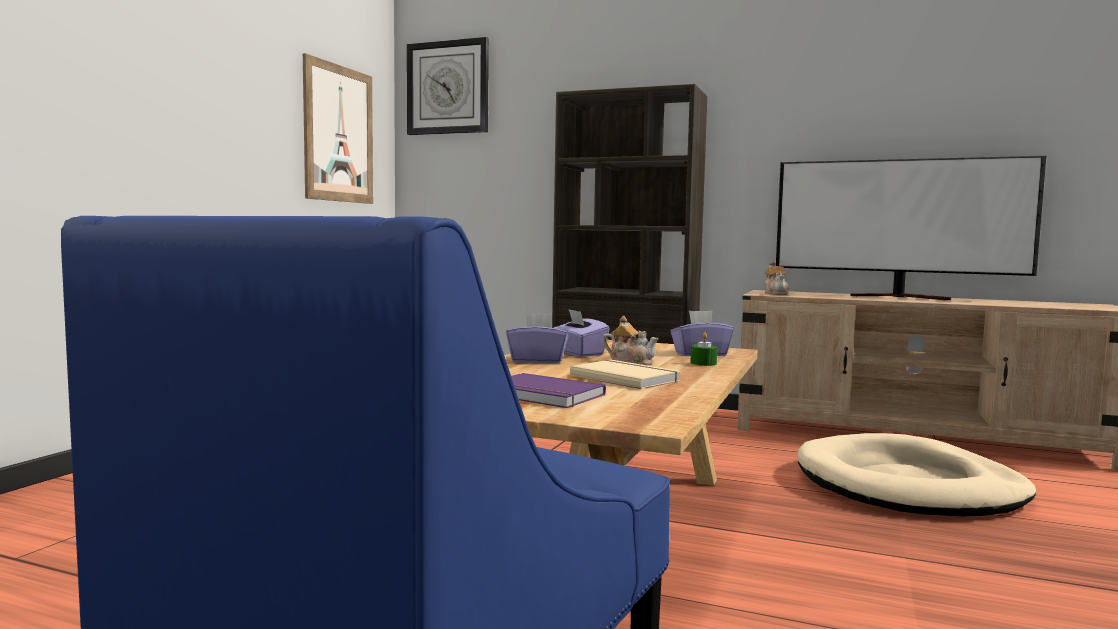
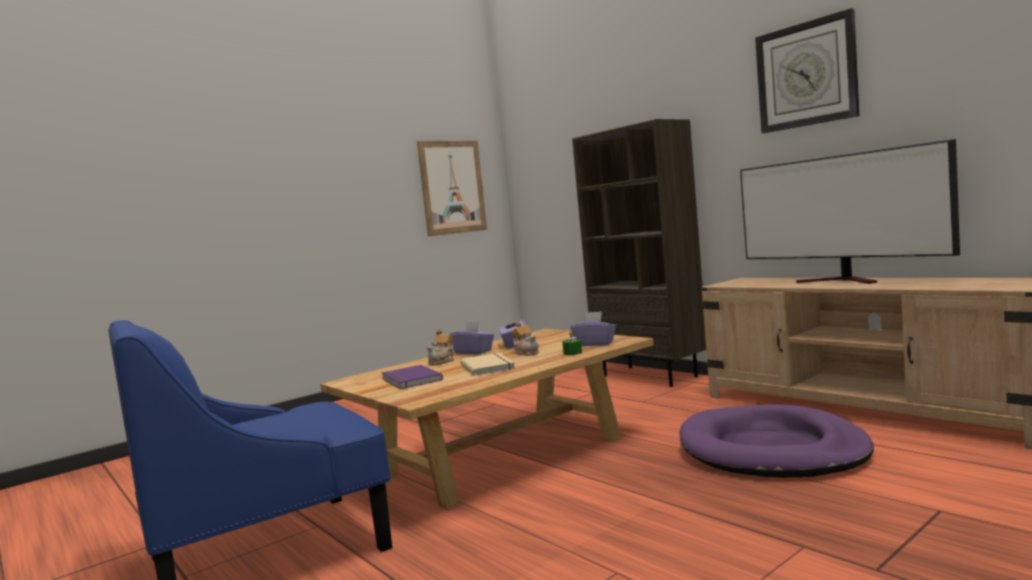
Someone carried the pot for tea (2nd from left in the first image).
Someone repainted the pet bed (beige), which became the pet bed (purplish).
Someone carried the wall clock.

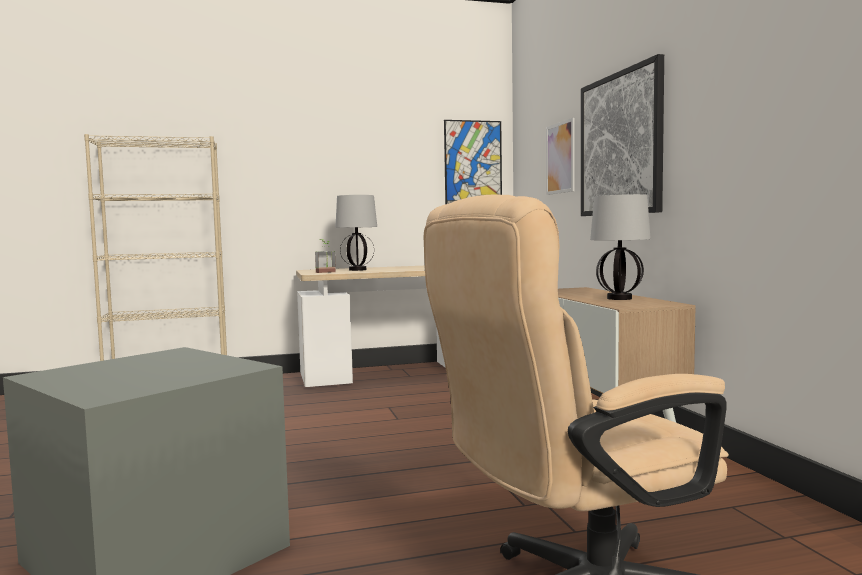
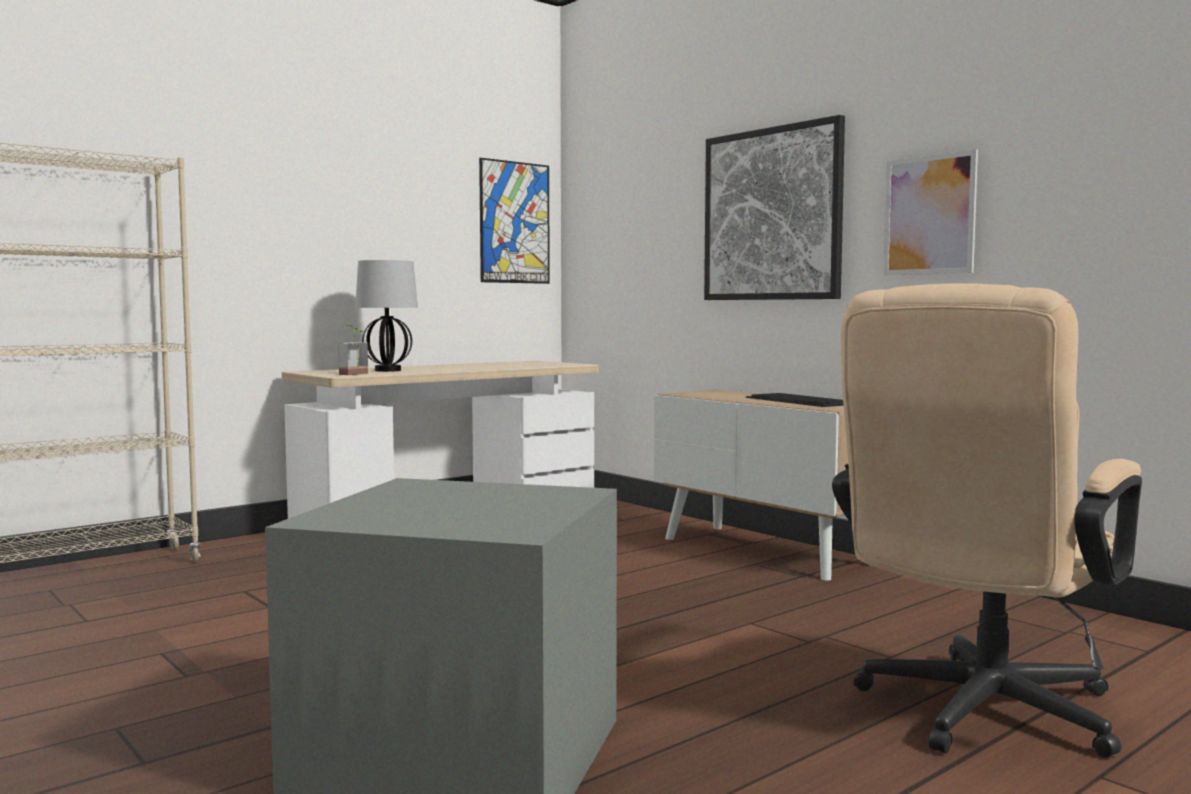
Someone swapped the tabletop lamp (2nd from left) for the PC keyboard.
Someone carried the wall picture (2nd from left in the first image).

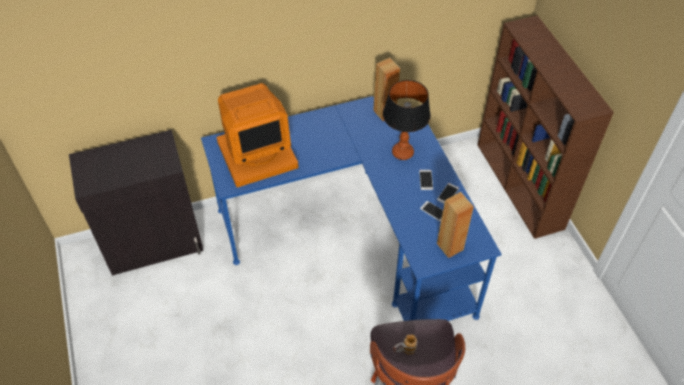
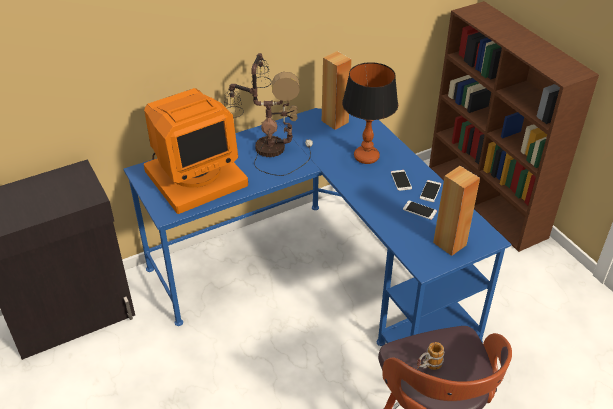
Someone put down the tabletop lamp (1st from left).

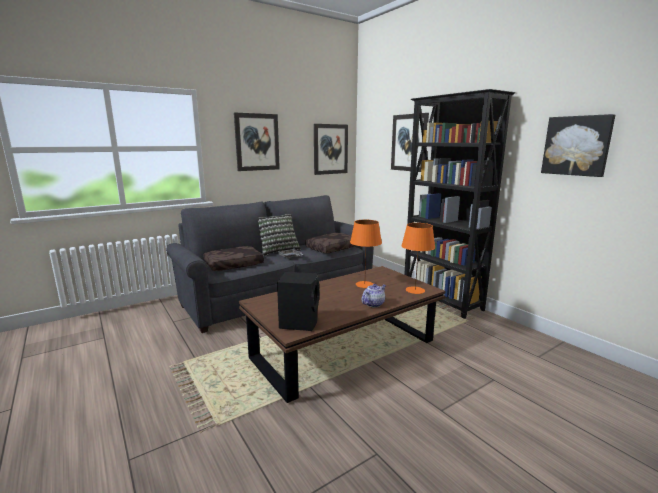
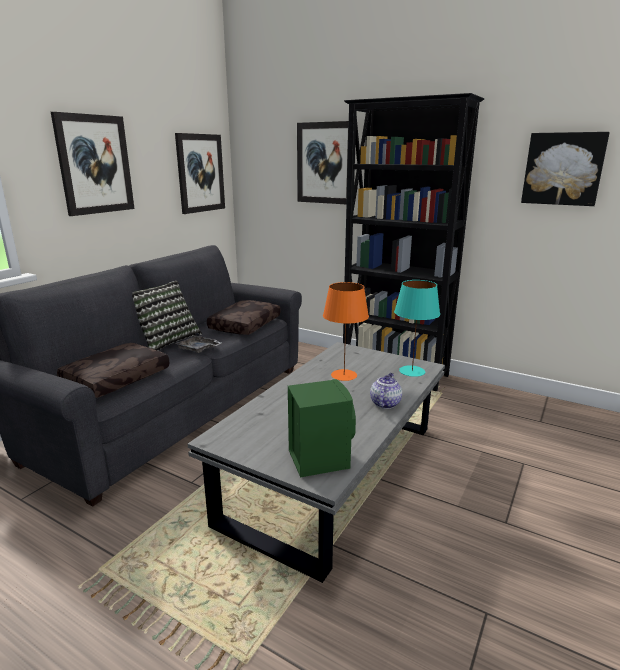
Someone repainted the lounge table (brownish), which became the lounge table (grey).
Someone repainted the loudspeaker (blackish), which became the loudspeaker (green).
Someone repainted the tabletop lamp (orange-coloured) (2nd from left), which became the tabletop lamp (blue-green).

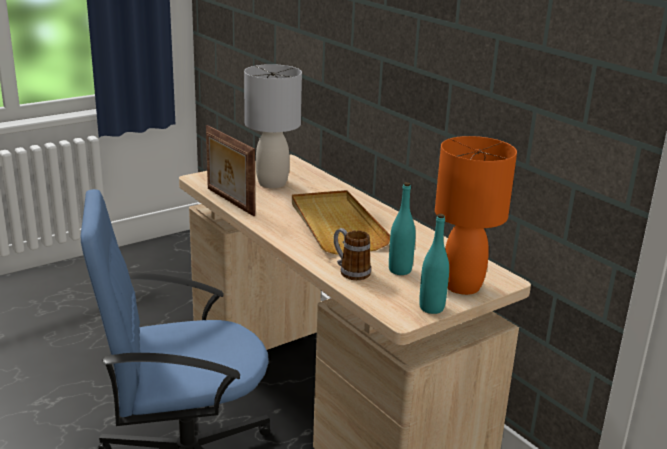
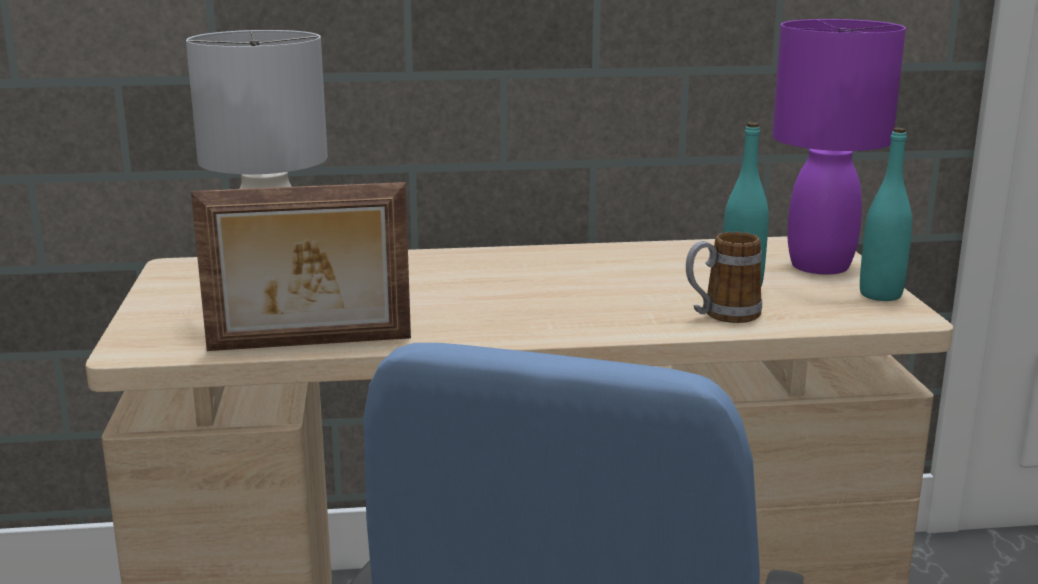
Someone repainted the tabletop lamp (orange-coloured), which became the tabletop lamp (purplish).
Someone took away the tray (beige).

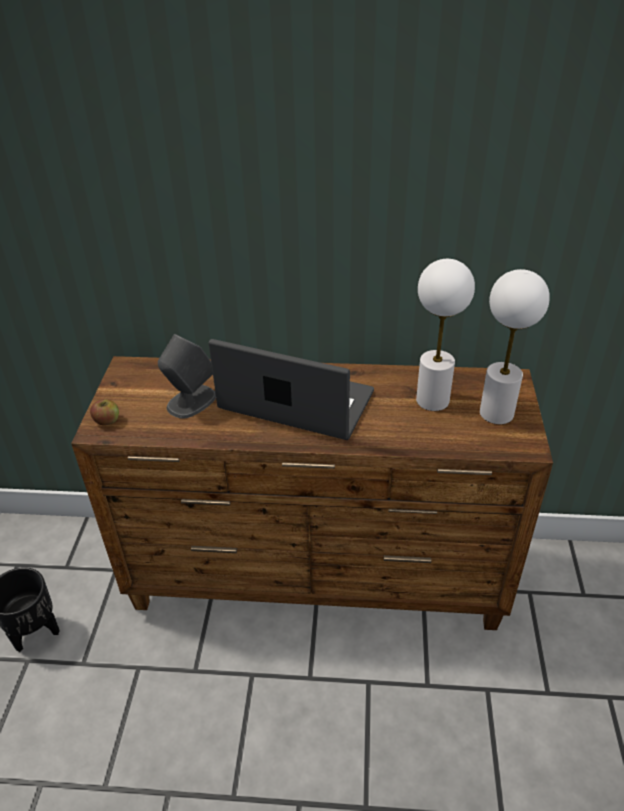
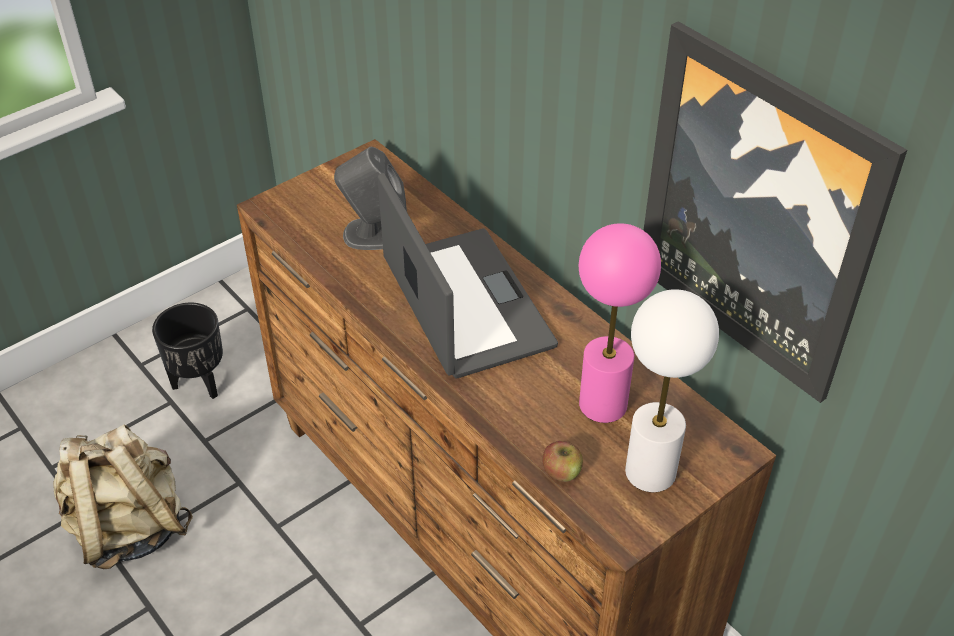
Someone put down the knapsack (beige).
Someone carried the apple.
Someone repainted the tabletop lamp (whitish) (1st from left), which became the tabletop lamp (pink-coloured).
Someone put up the wall picture.

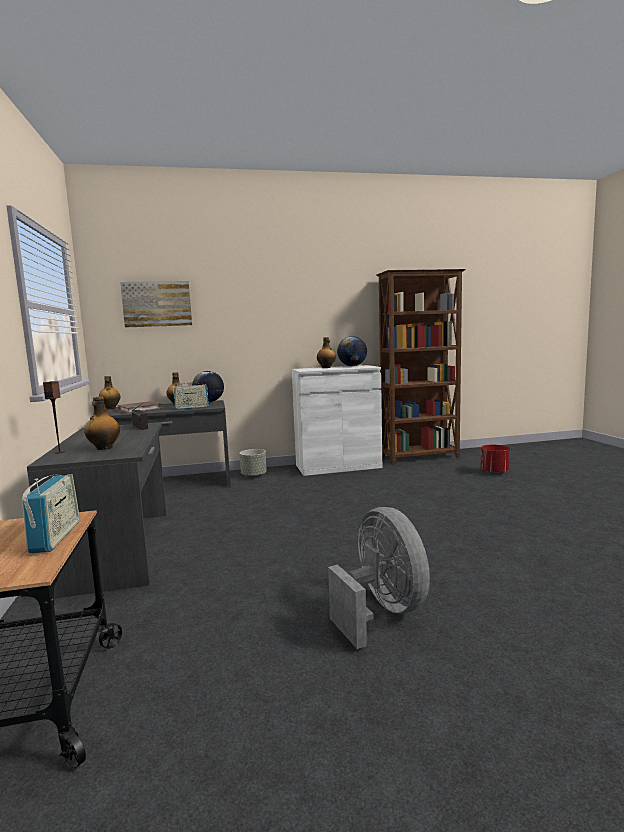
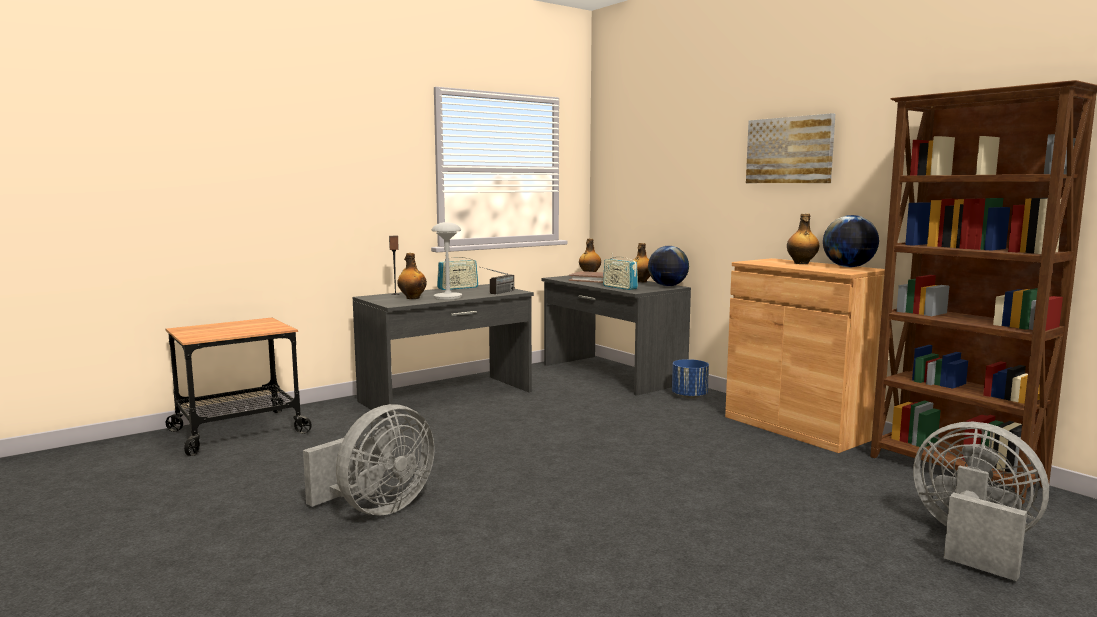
Someone put down the tabletop lamp (grey).
Someone carried the radio set (1st from left).
Someone repainted the flower pot (grey), which became the flower pot (bluish).
Someone repainted the cupboard (whitish), which became the cupboard (brownish).
Someone carried the wall picture.
Someone swapped the flower pot (red) for the cooling fan (grey) (2nd from left).

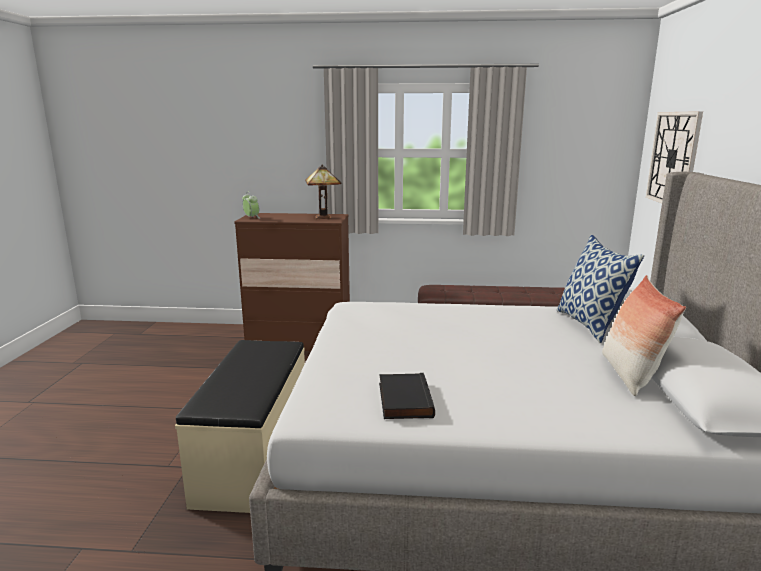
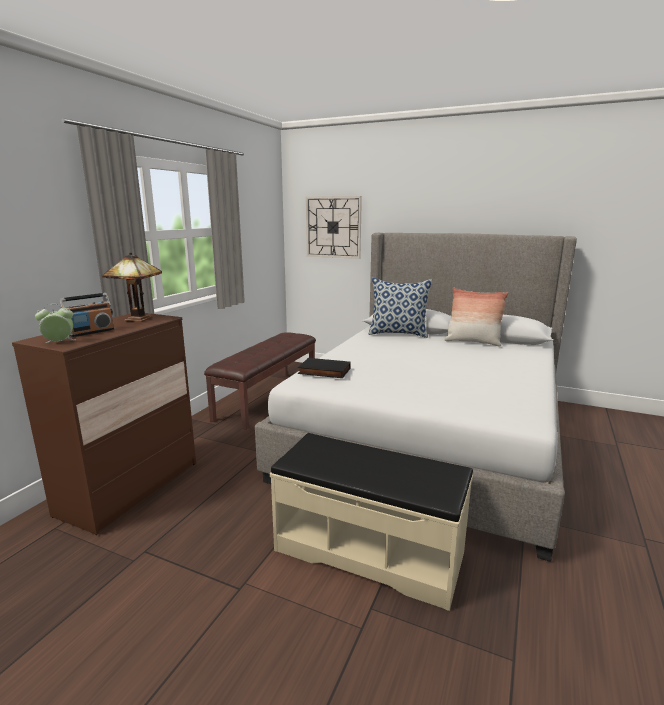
Someone put down the radio set.
Someone carried the volume (blackish).

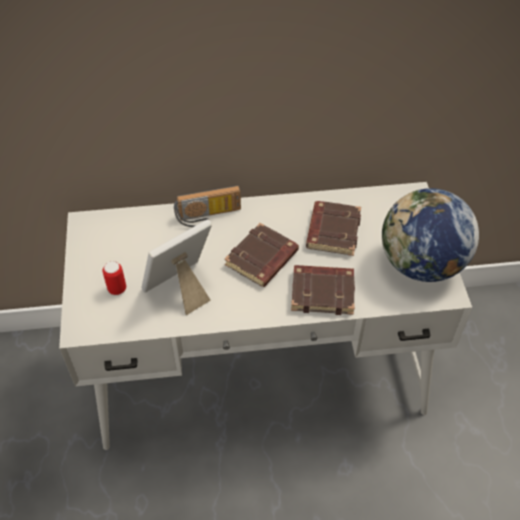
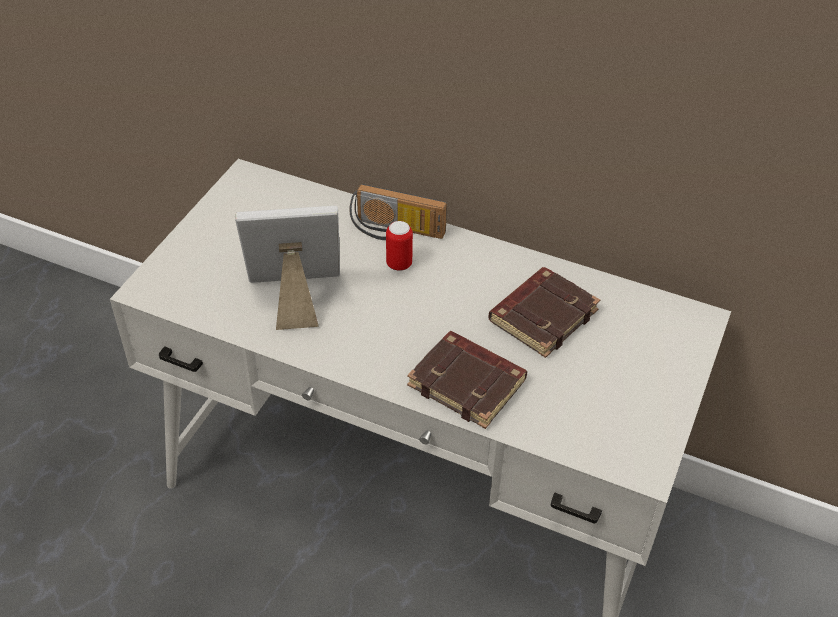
Someone carried the can.
Someone took away the volume (brownish) (1st from left).
Someone took away the world globe.

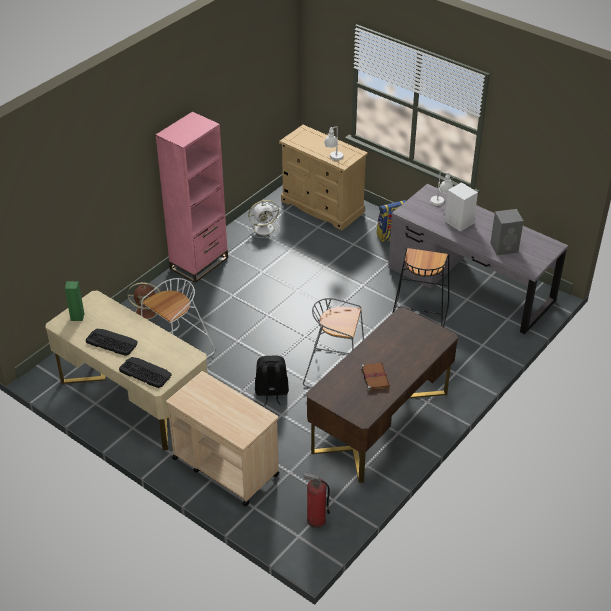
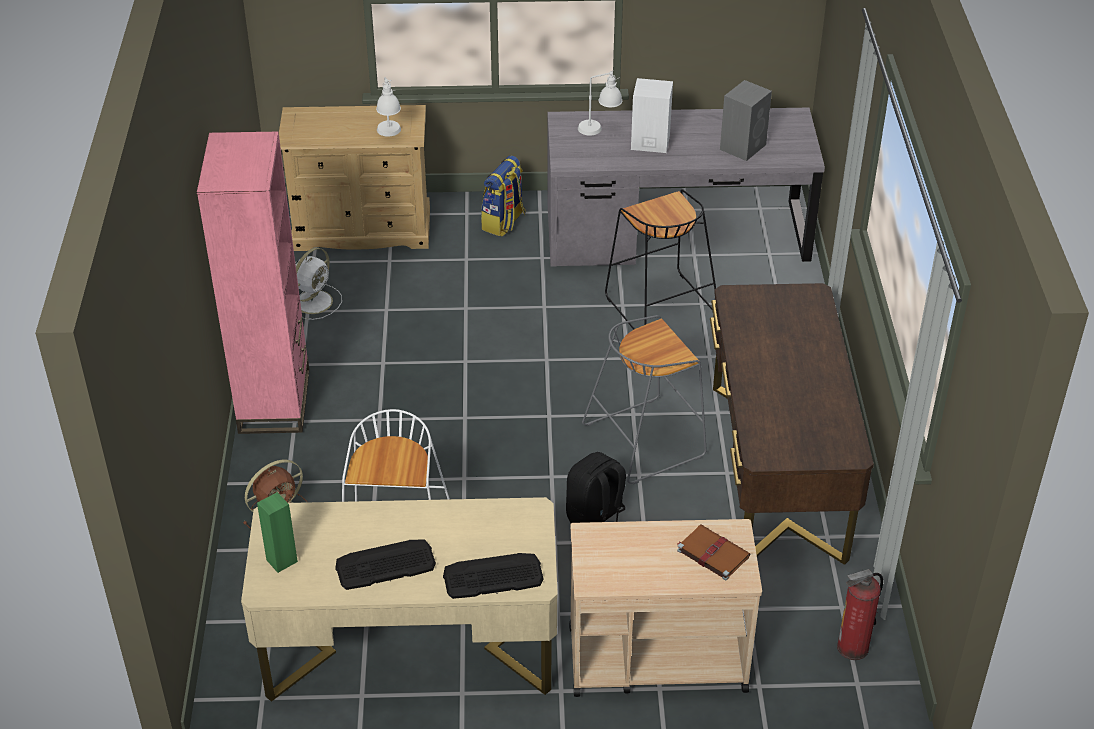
Someone carried the volume (brownish).

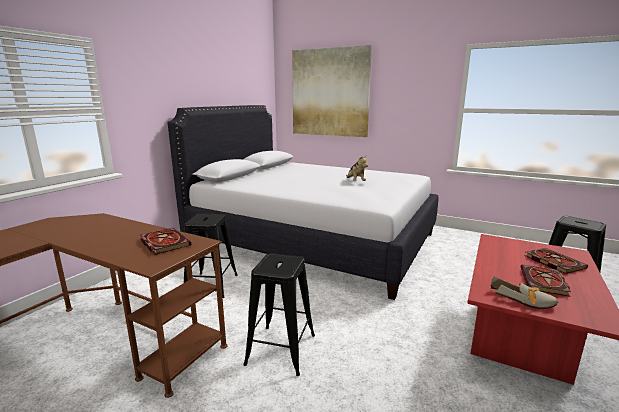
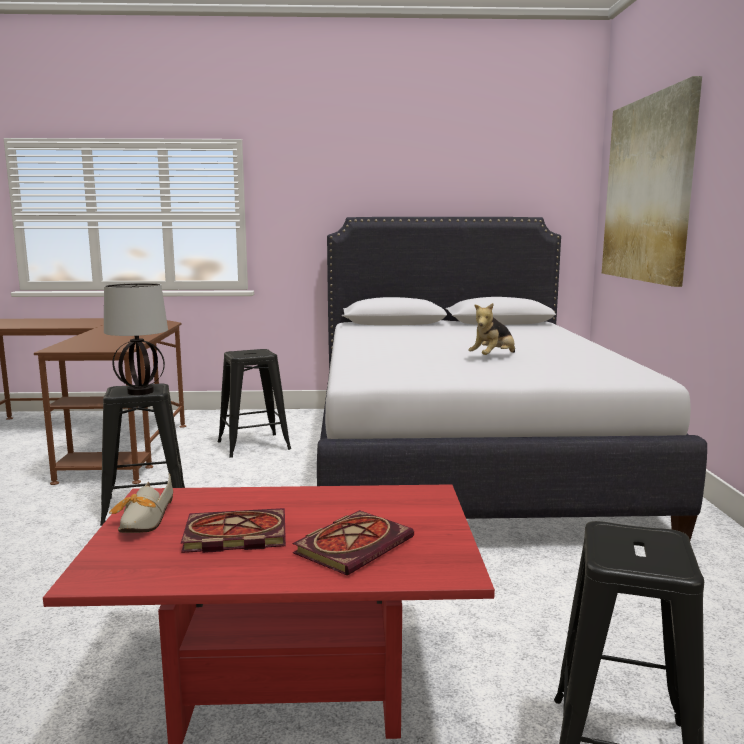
Someone put down the tabletop lamp.
Someone took away the volume (1st from left).

